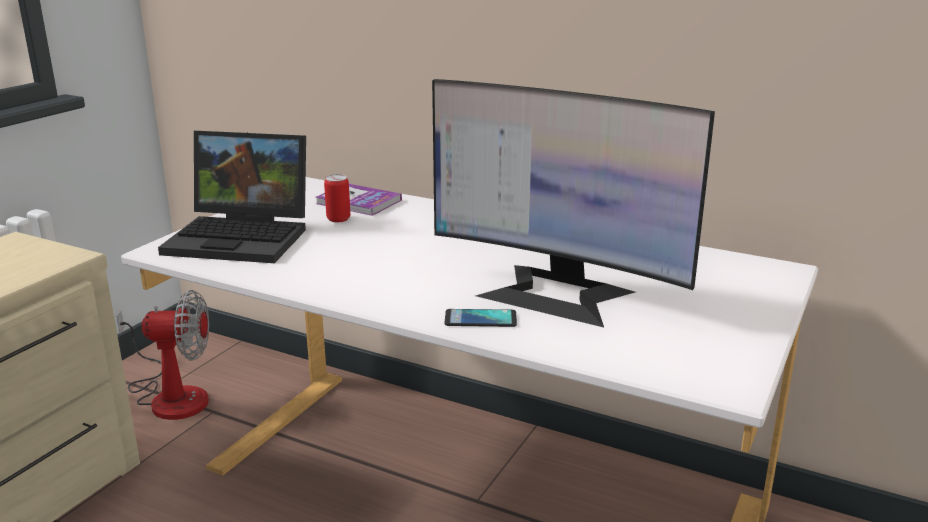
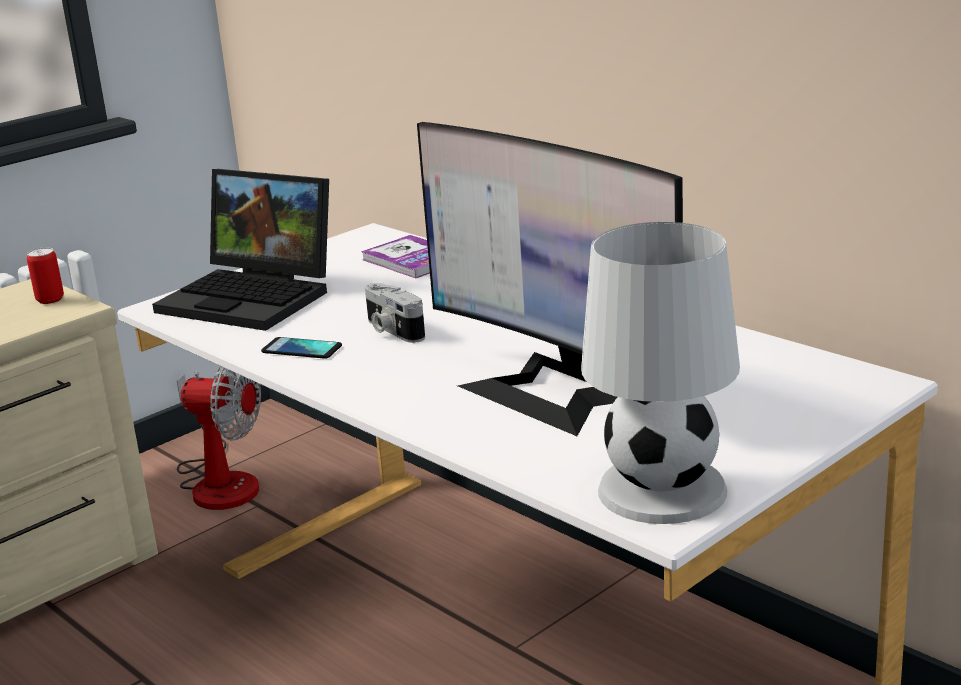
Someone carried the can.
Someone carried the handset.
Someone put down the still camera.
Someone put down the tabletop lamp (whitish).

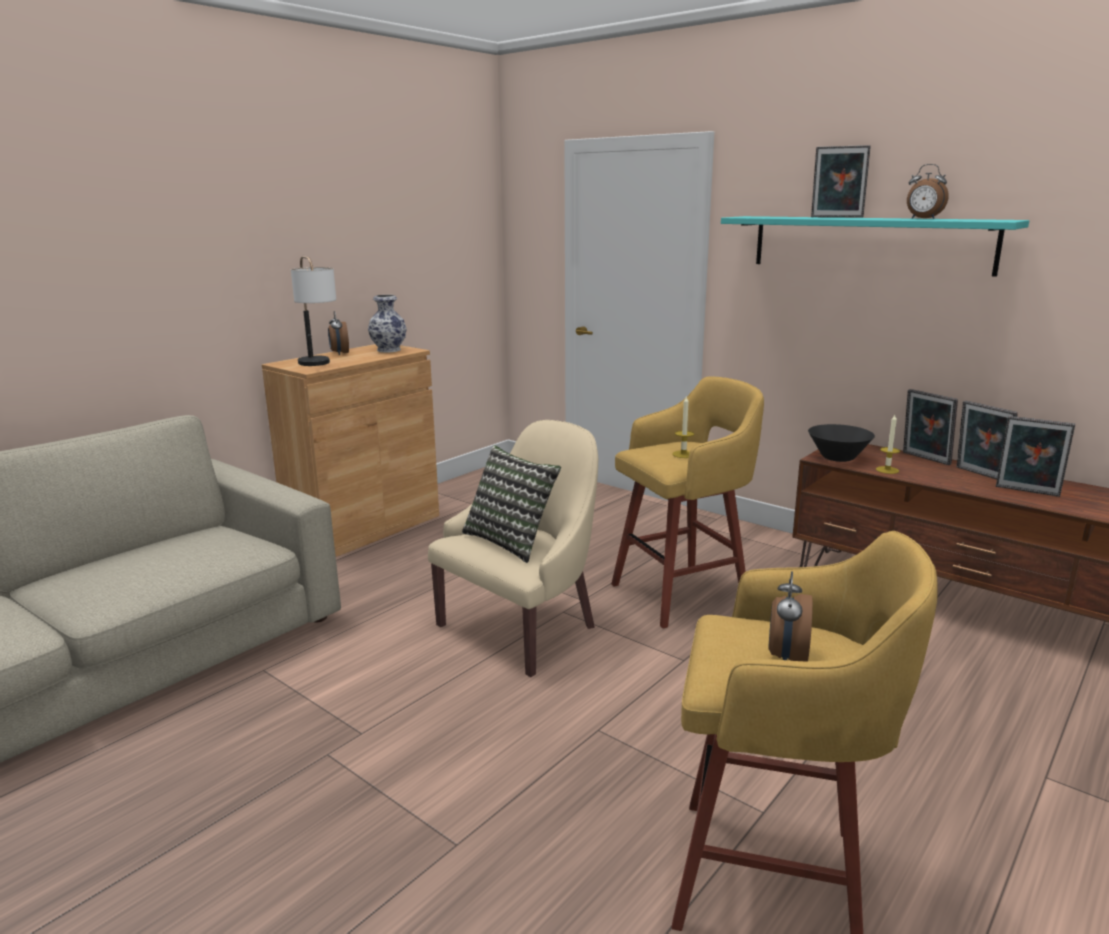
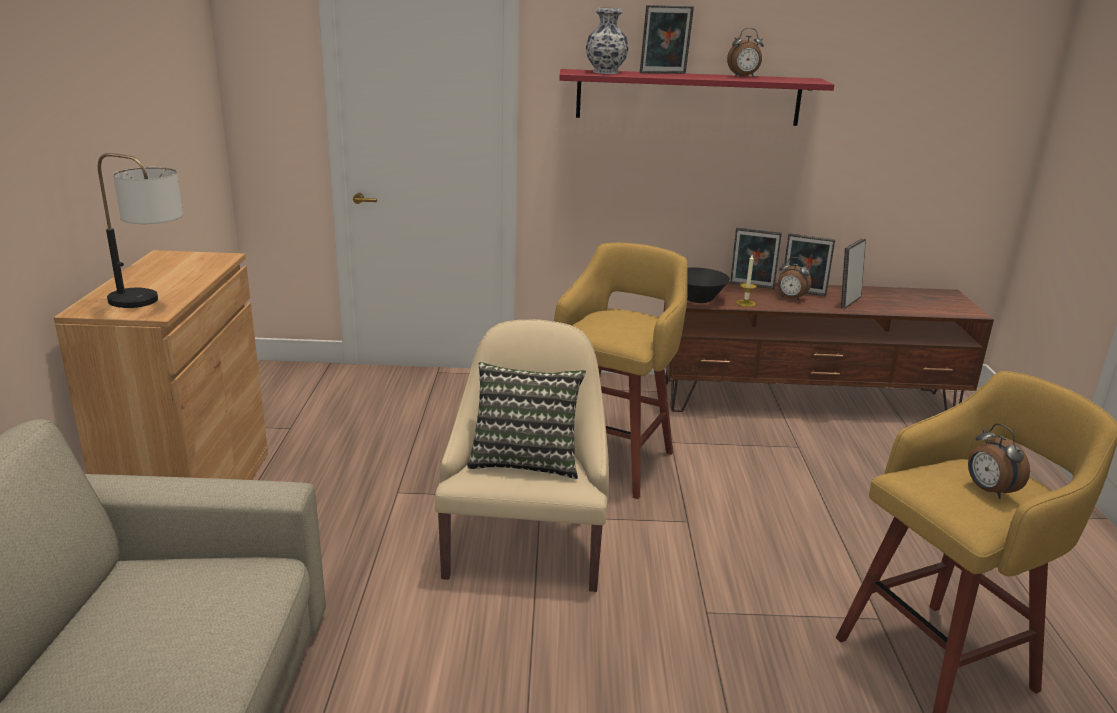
Someone repainted the bracket shelf (blue-green), which became the bracket shelf (red).
Someone carried the decorative vase.
Someone carried the table clock (1st from left in the first image).
Someone rotated the standing frame (4th from left) by 135 degrees clockwise.
Someone took away the wax light (1st from left).

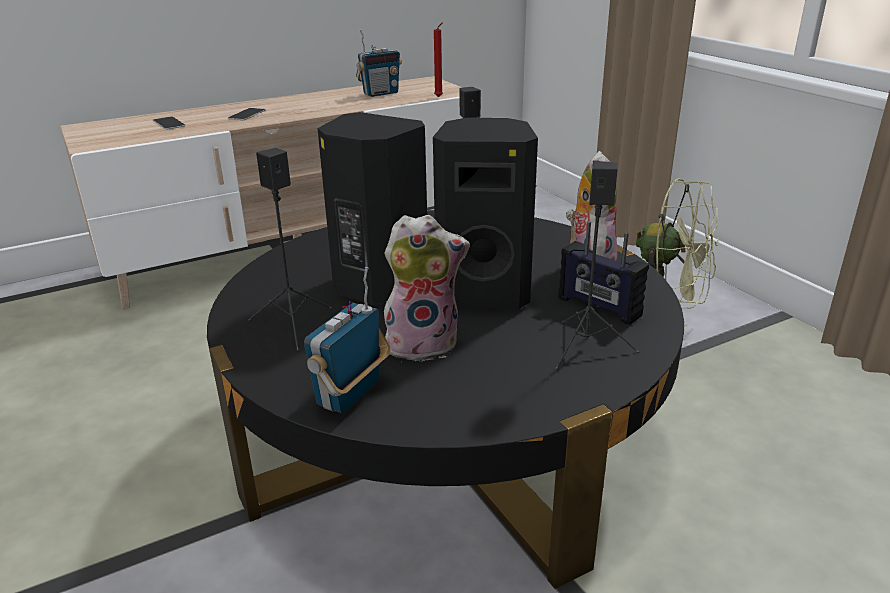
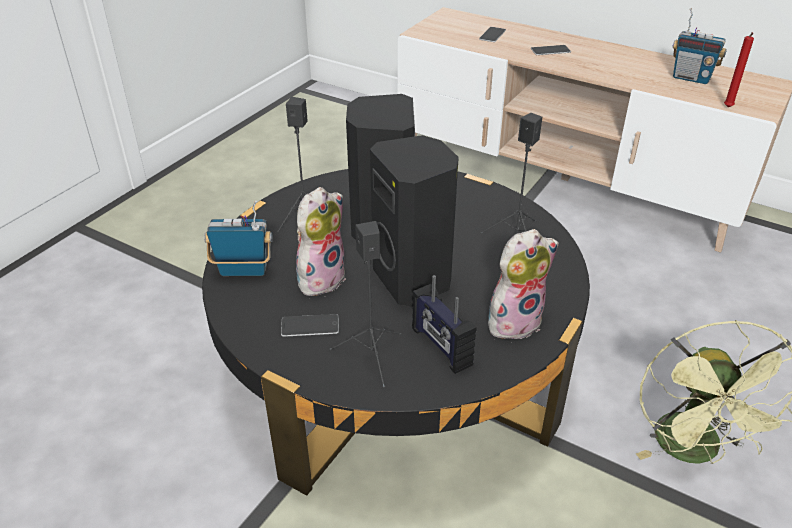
Someone put down the handset (1st from left).
Someone rotated the soft toy (1st from left) by 105 degrees counterclockwise.
Someone rotated the radio set (3rd from left in the first image) by 45 degrees counterclockwise.

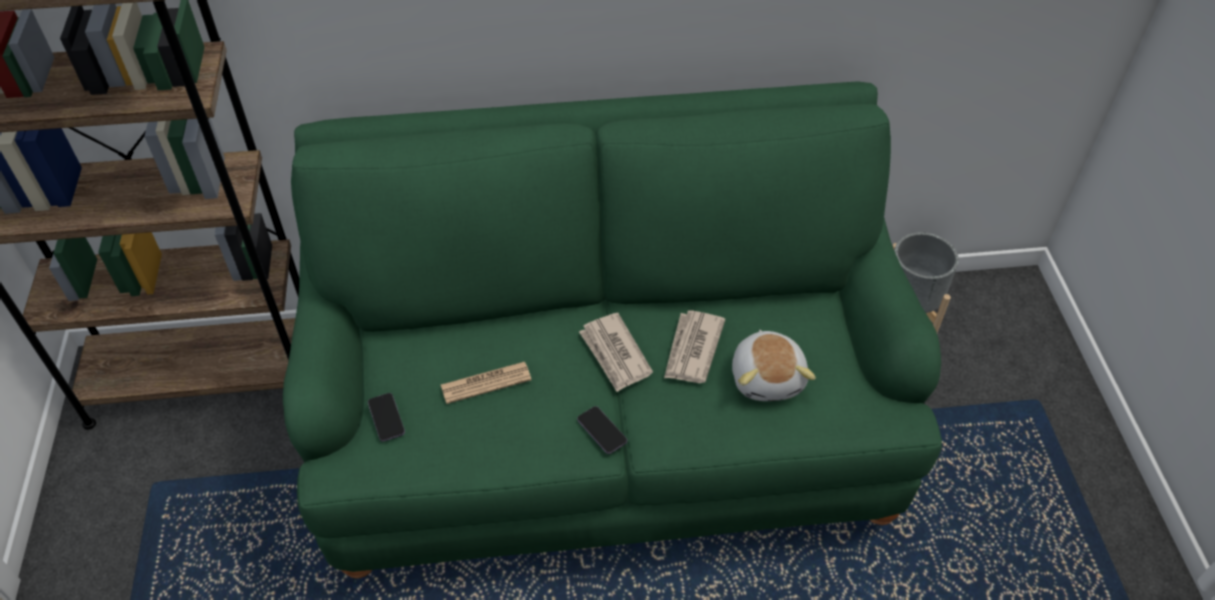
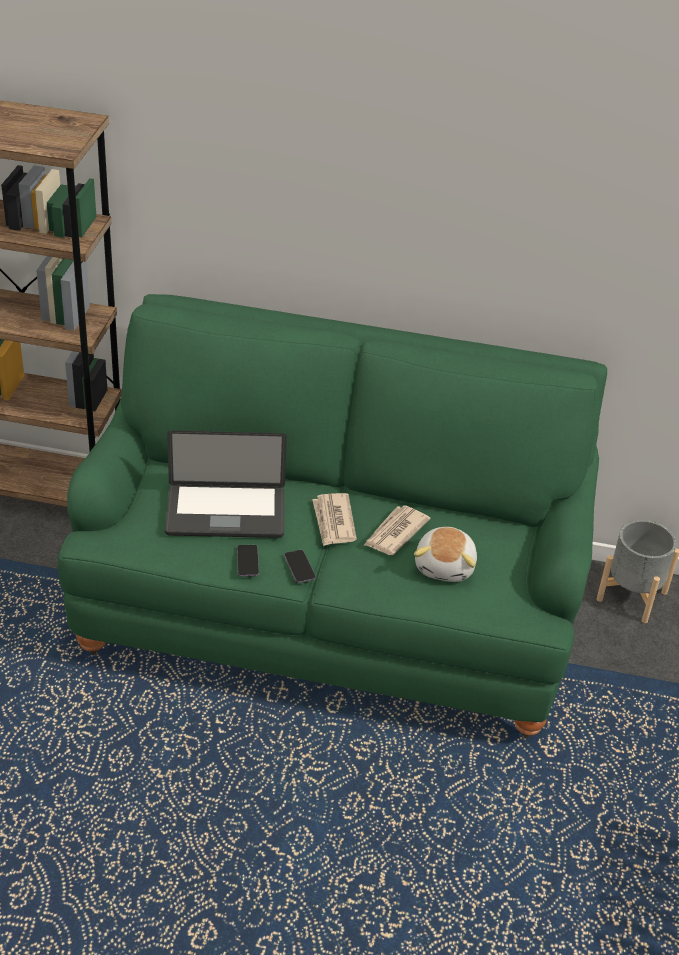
Someone swapped the newspaper (1st from left) for the laptop.
Someone carried the handset (1st from left).

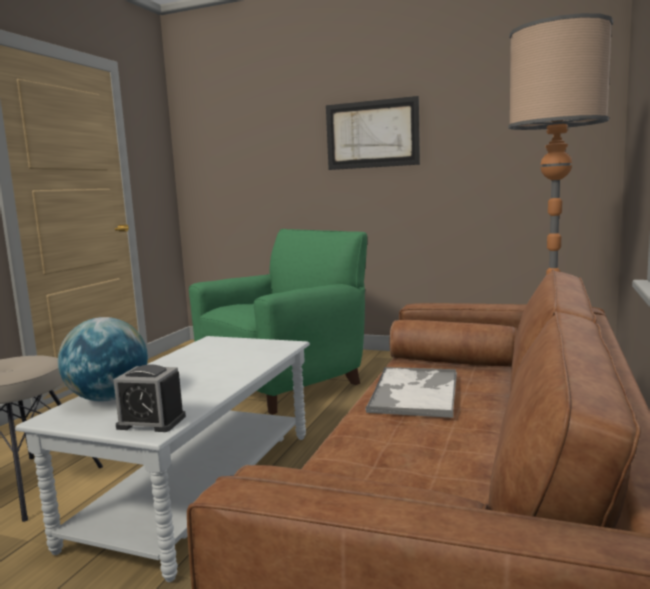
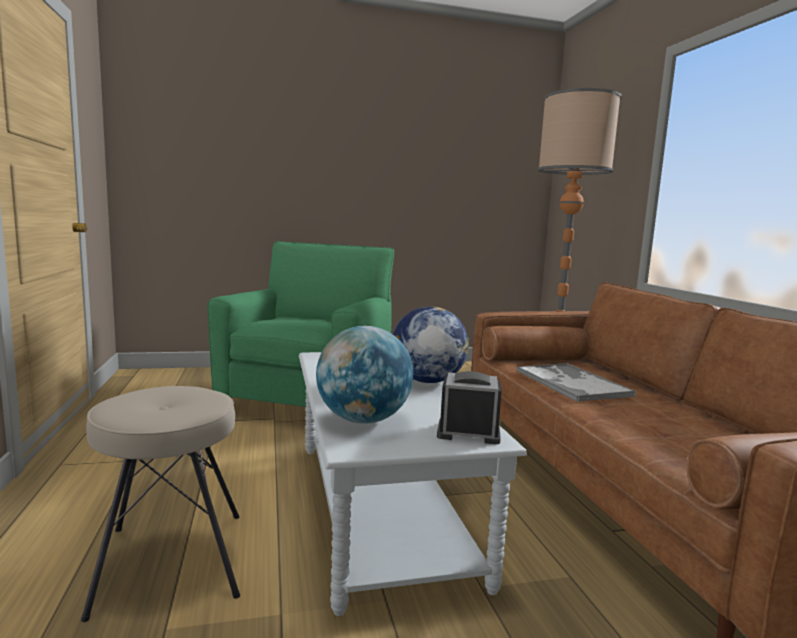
Someone put down the world globe (2nd from left).
Someone rotated the table clock by 150 degrees counterclockwise.
Someone took away the wall picture.

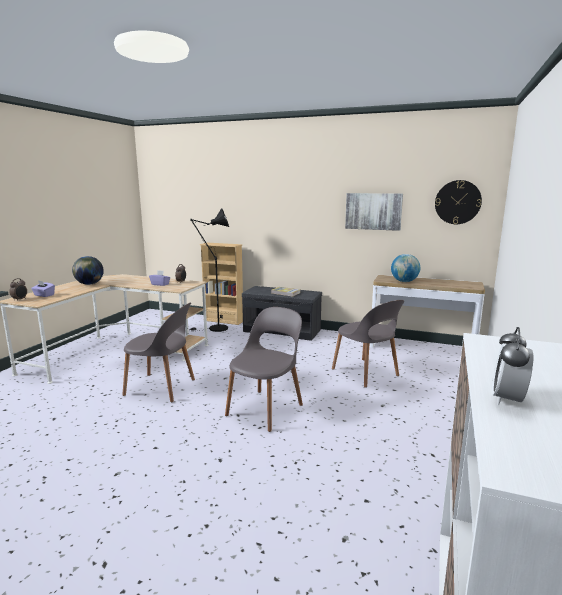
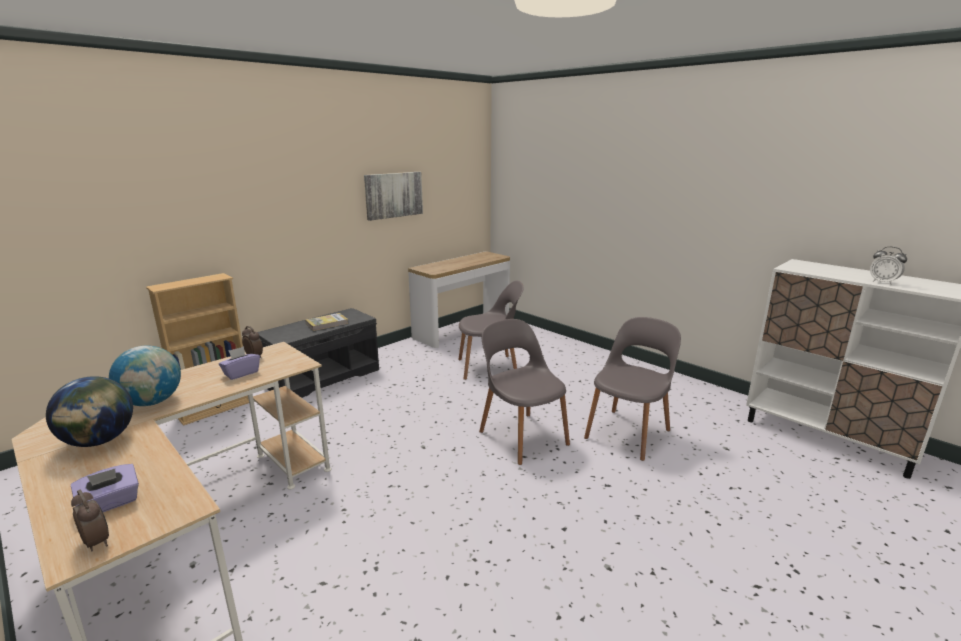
Someone carried the world globe (2nd from left).
Someone carried the plain chair (grey) (1st from left in the first image).
Someone took away the floor lamp (blackish).
Someone took away the wall clock.

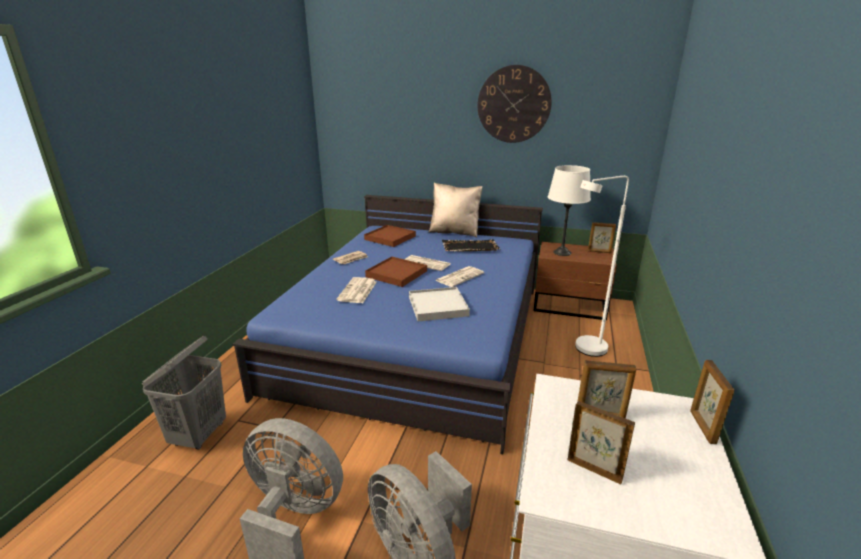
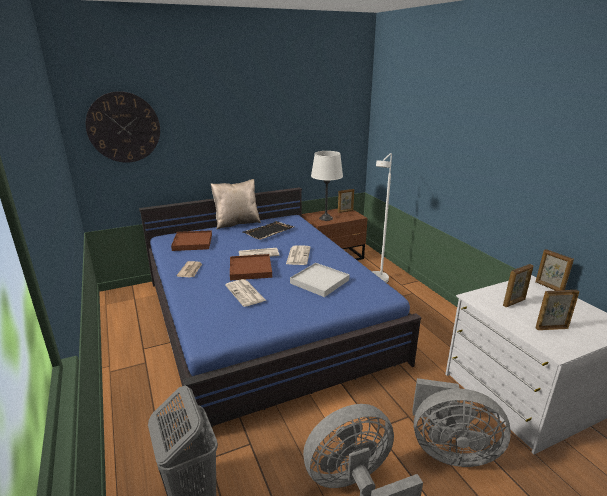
Someone carried the wall clock.

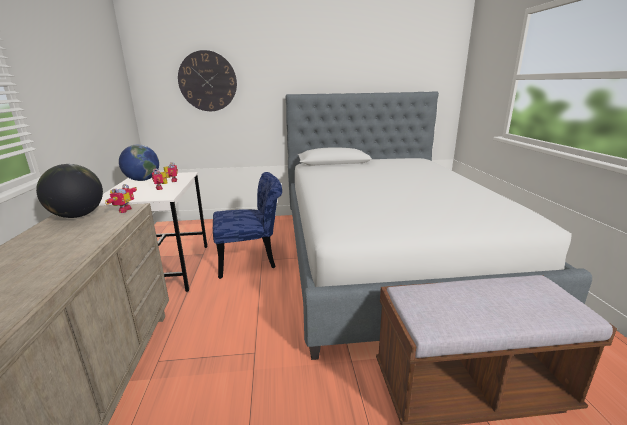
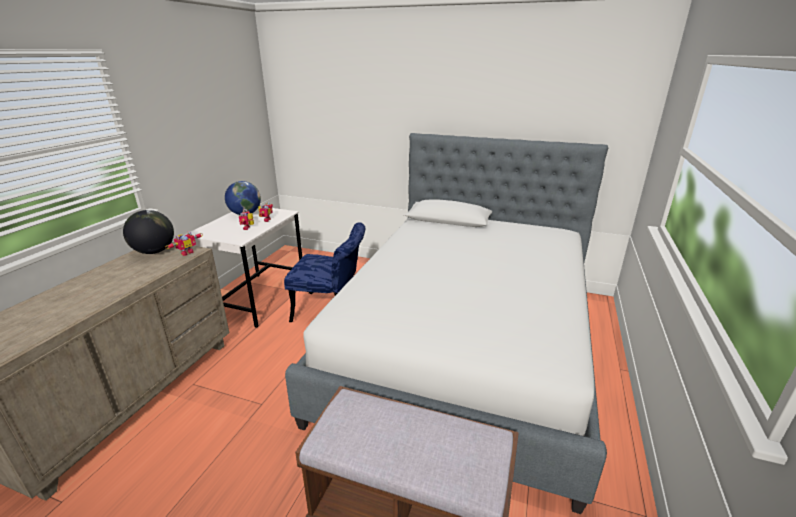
Someone took away the wall clock.

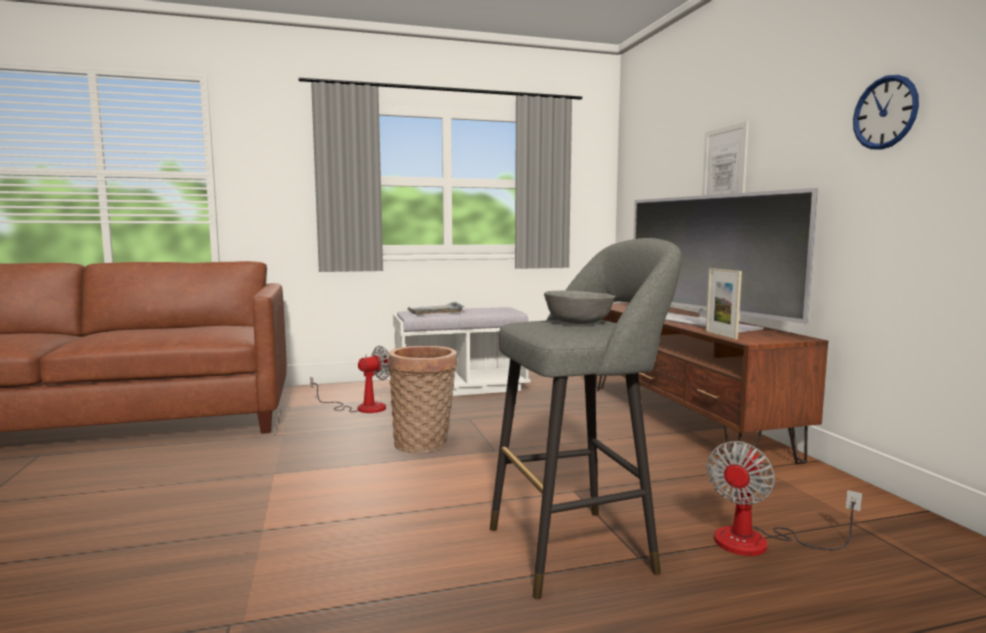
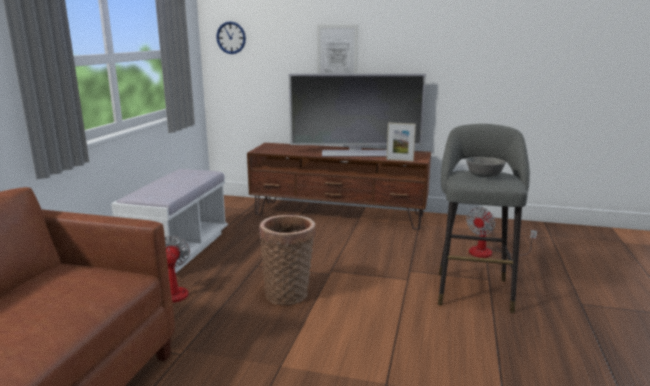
Someone carried the wall clock.
Someone rotated the cooling fan (2nd from left) by 60 degrees clockwise.
Someone took away the tray (grey).

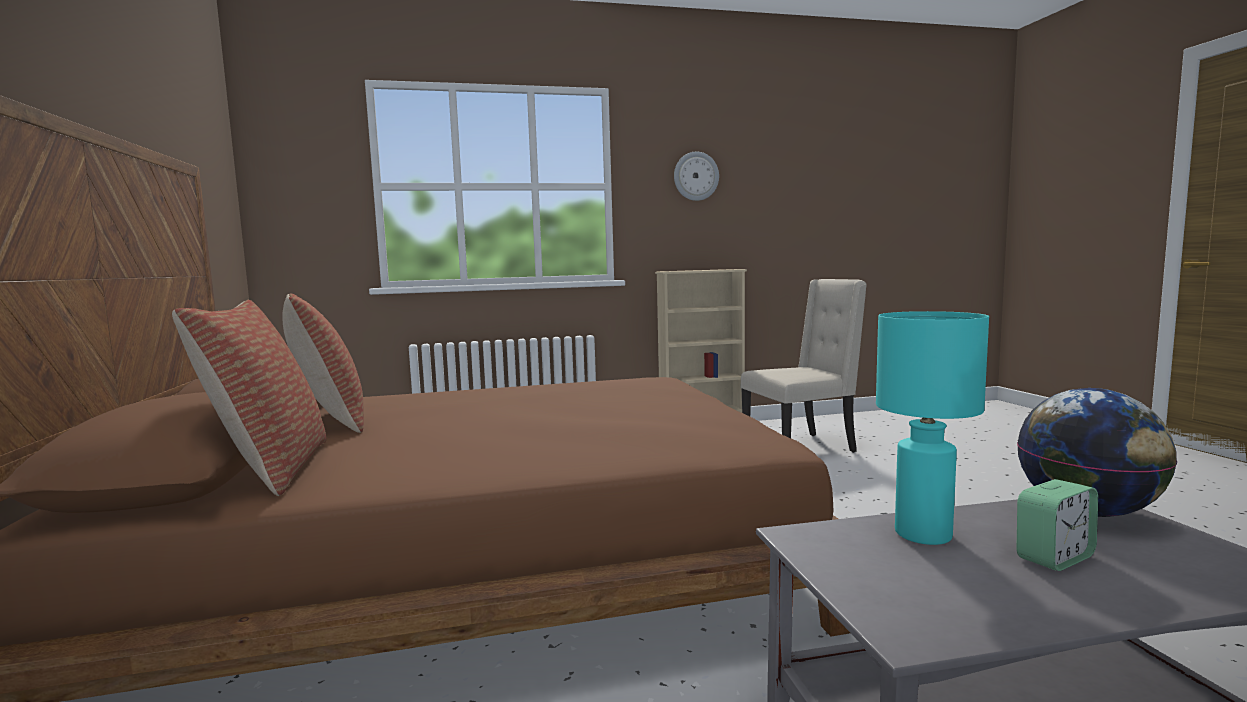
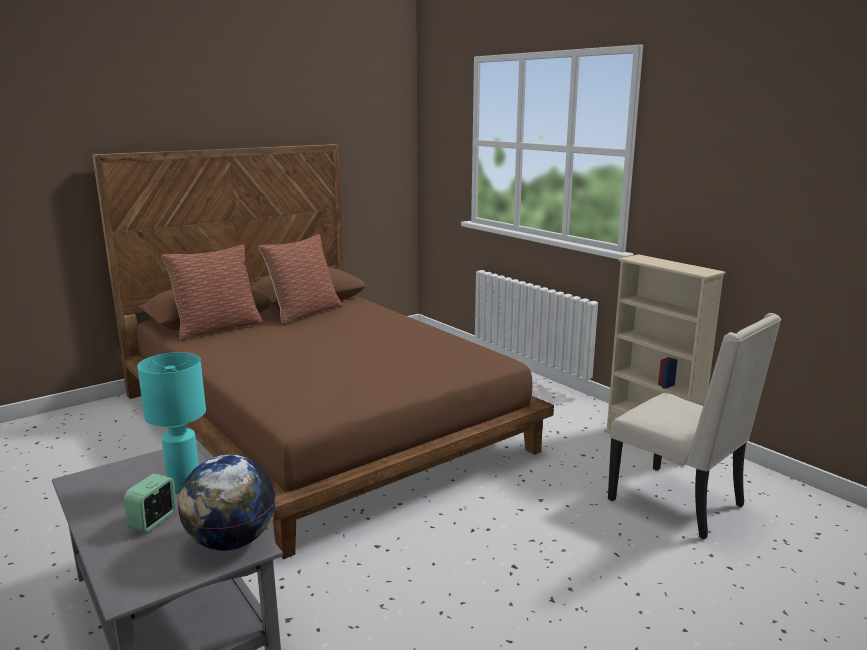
Someone rotated the table clock by 75 degrees clockwise.
Someone took away the wall clock.

